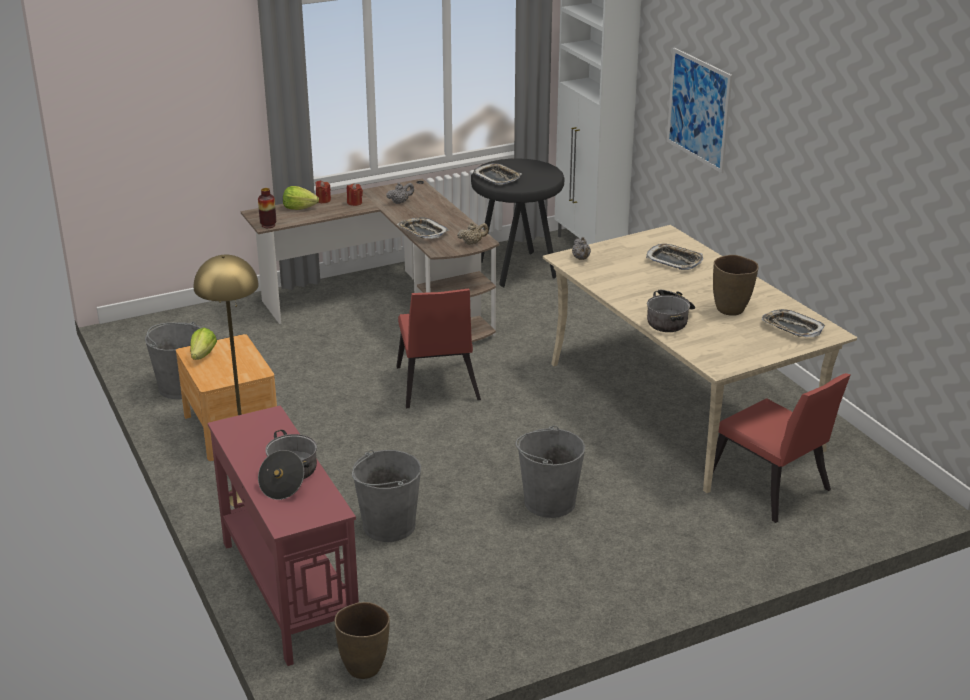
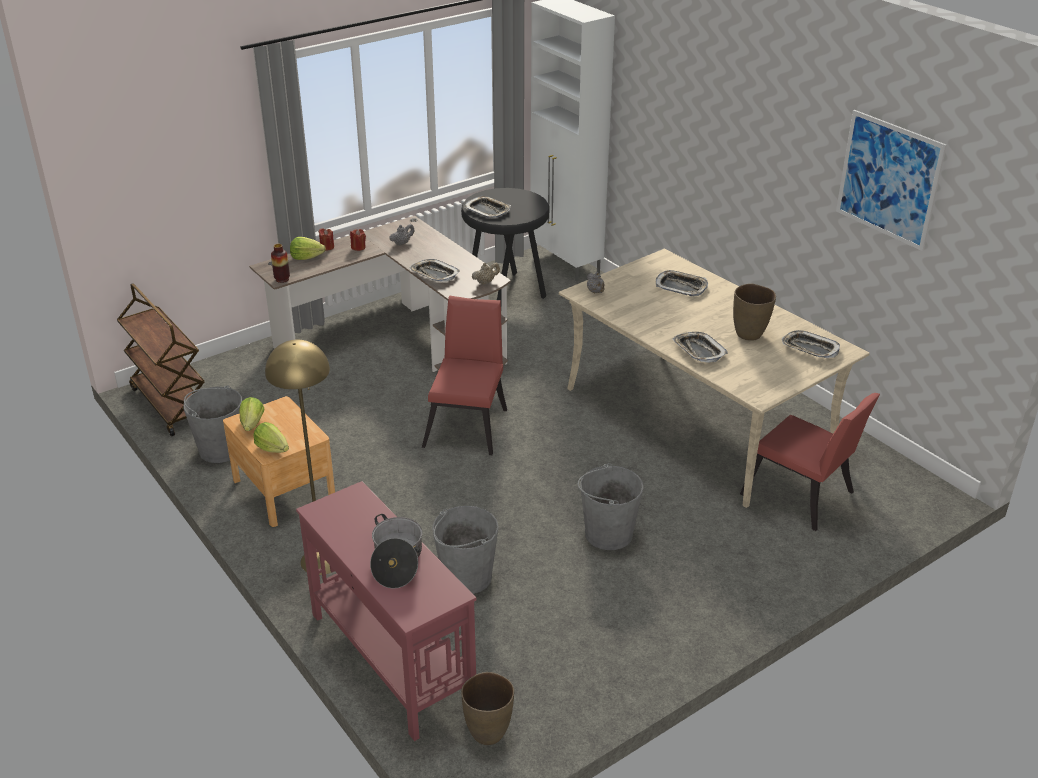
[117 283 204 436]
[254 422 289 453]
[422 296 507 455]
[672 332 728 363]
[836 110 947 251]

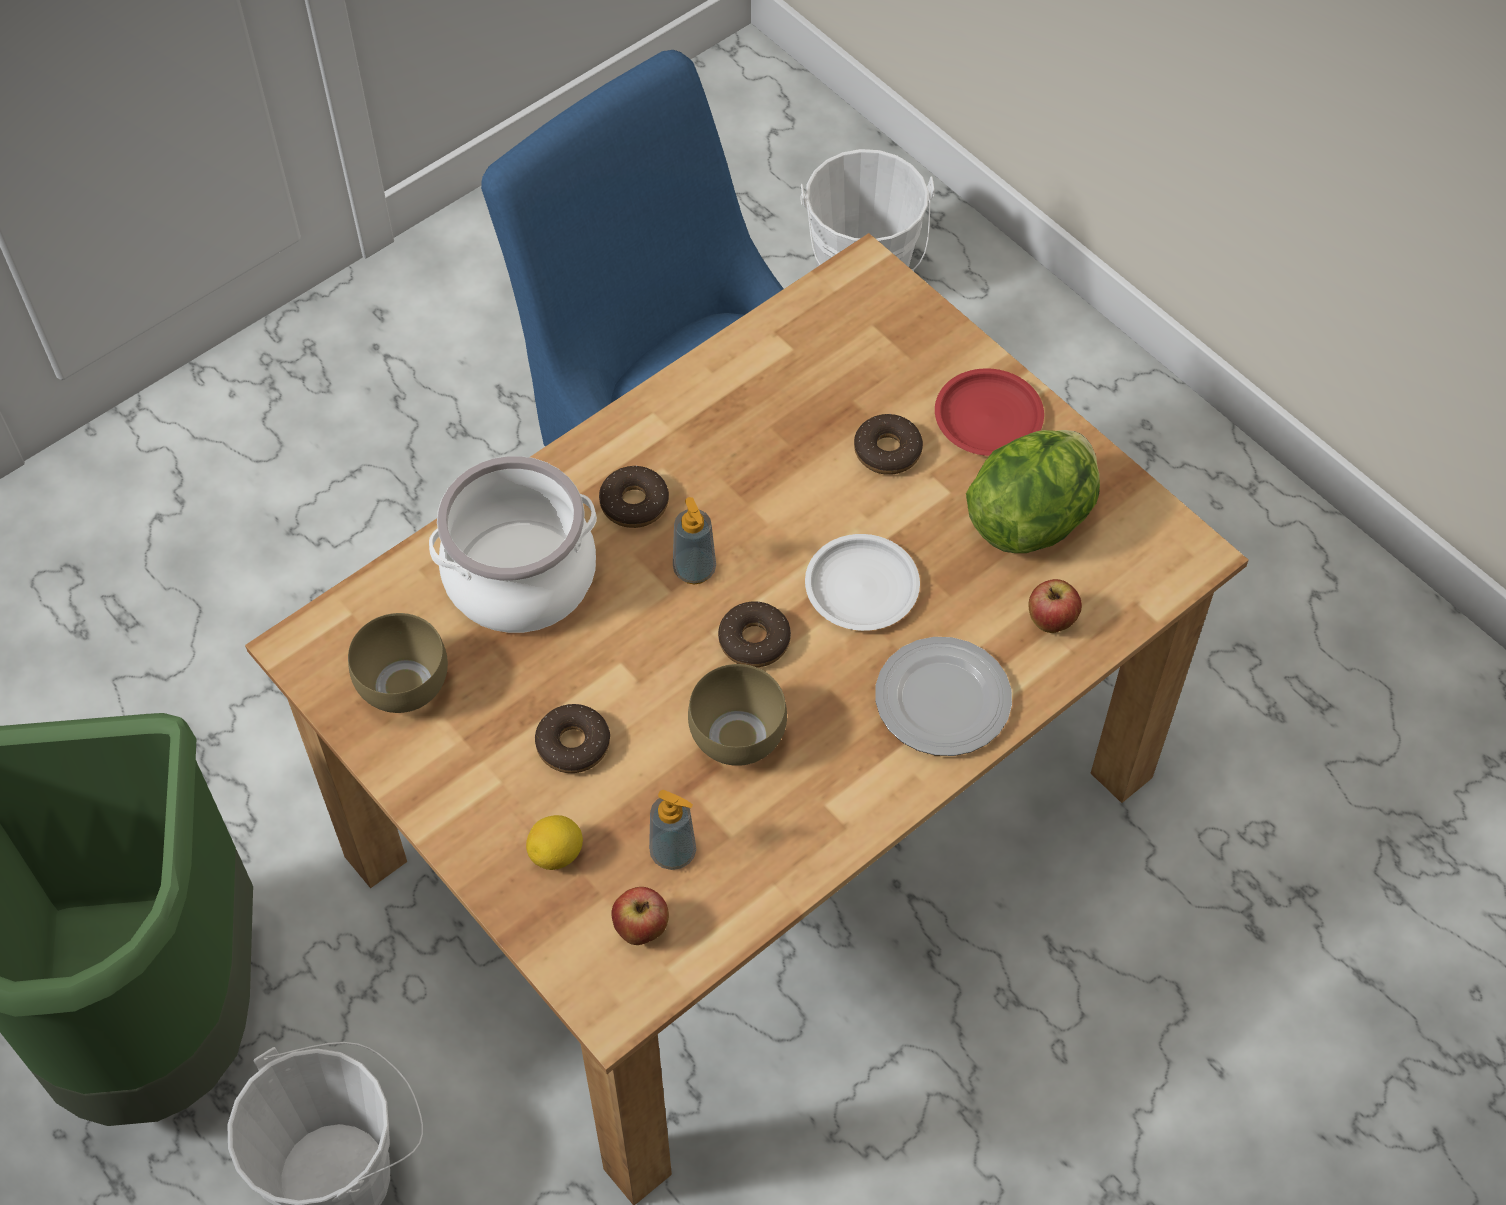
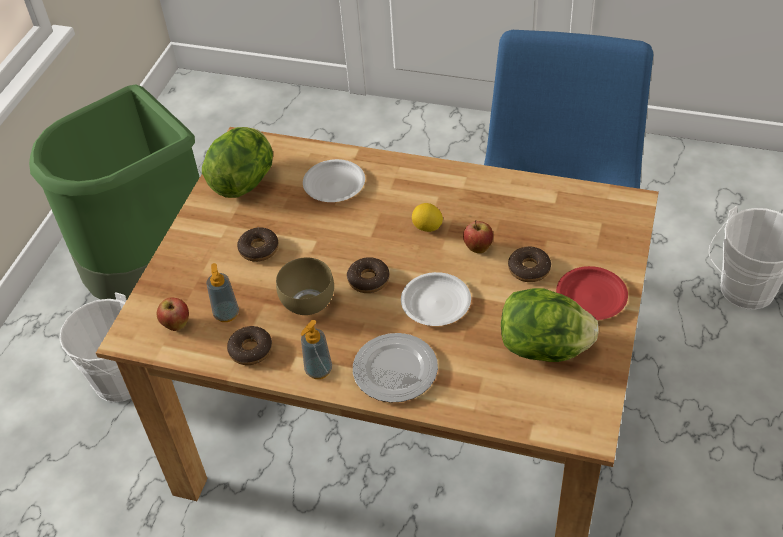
[202 127 273 198]
[227 326 272 365]
[300 320 332 379]
[303 159 365 202]
[412 203 443 232]
[463 220 493 253]

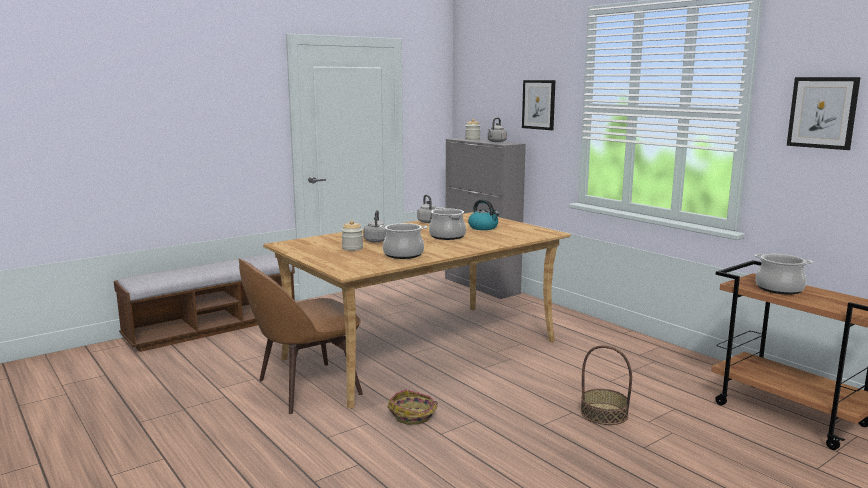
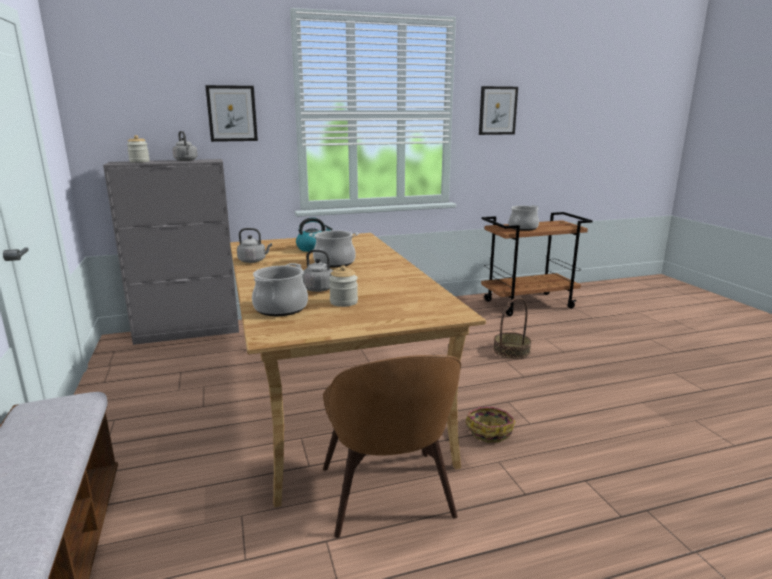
[252 263 308 316]

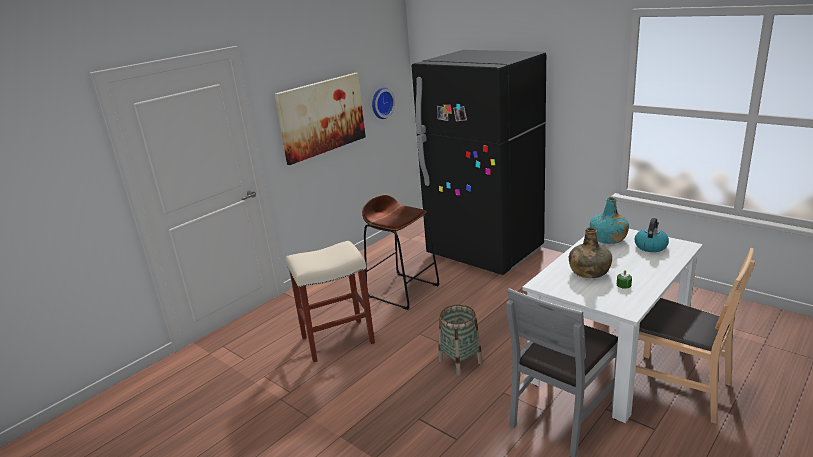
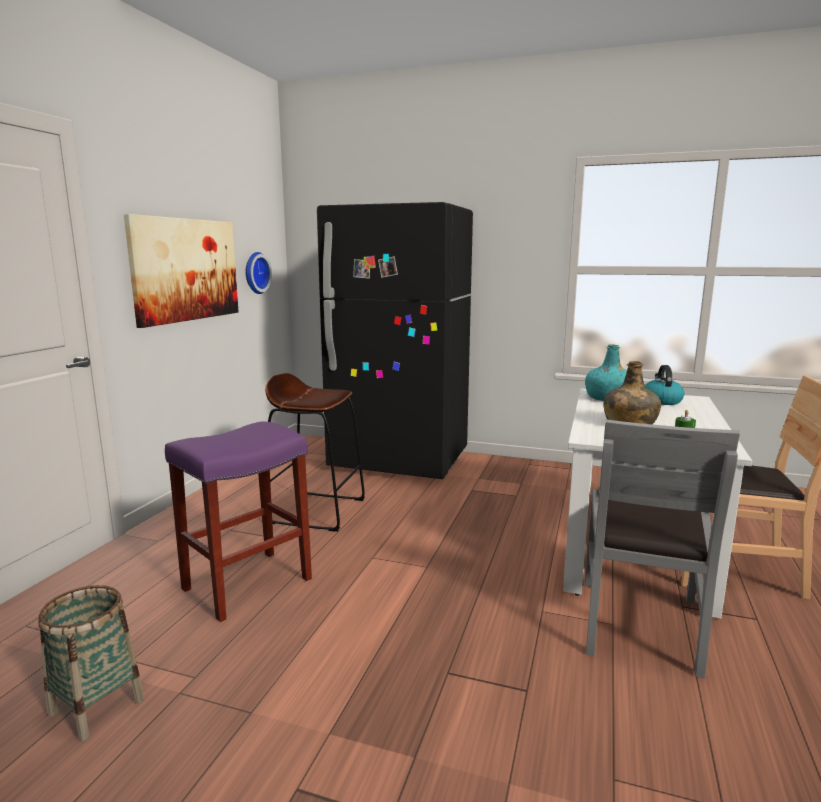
[38 585 144 742]
[165 421 312 622]

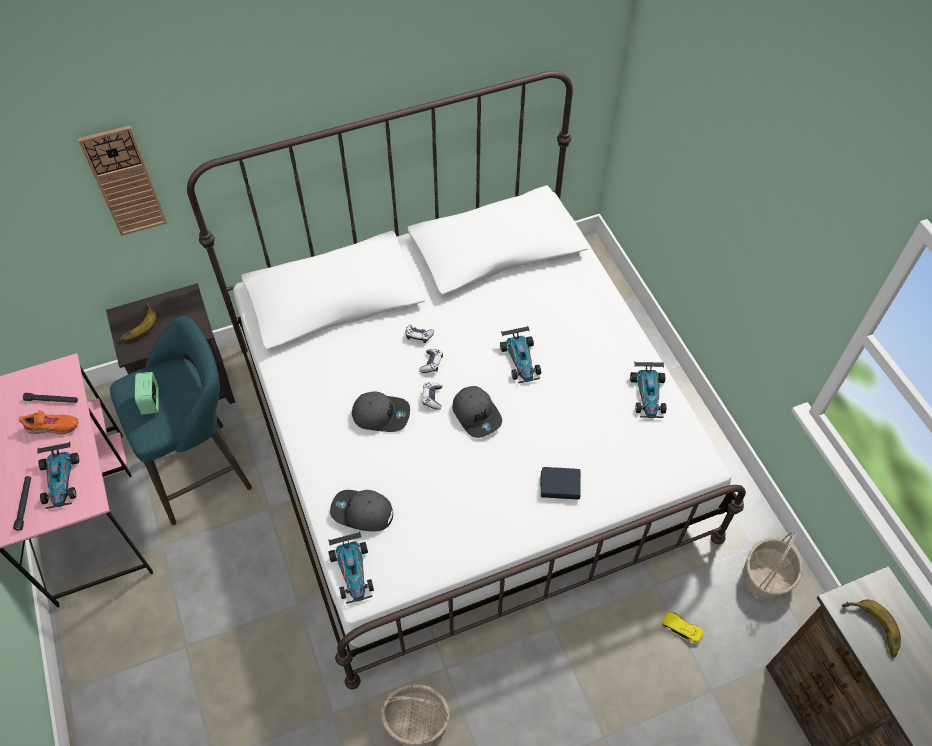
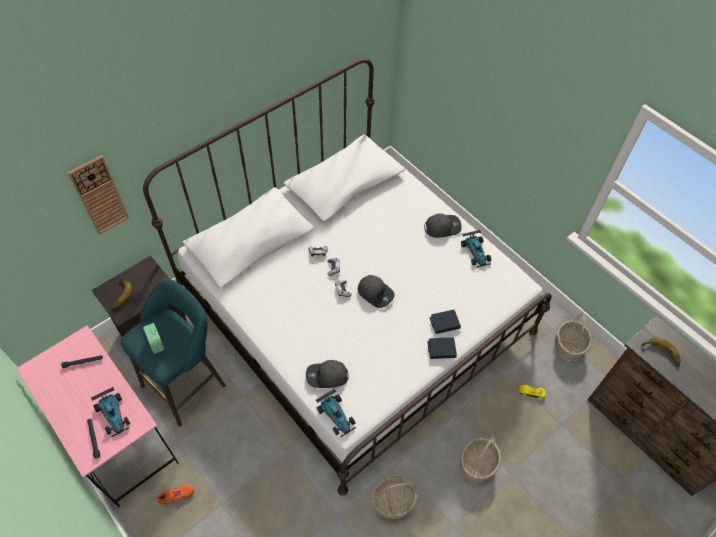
[156 485 194 506]
[424 214 462 238]
[428 337 457 359]
[460 436 501 483]
[500 326 541 383] (first image)

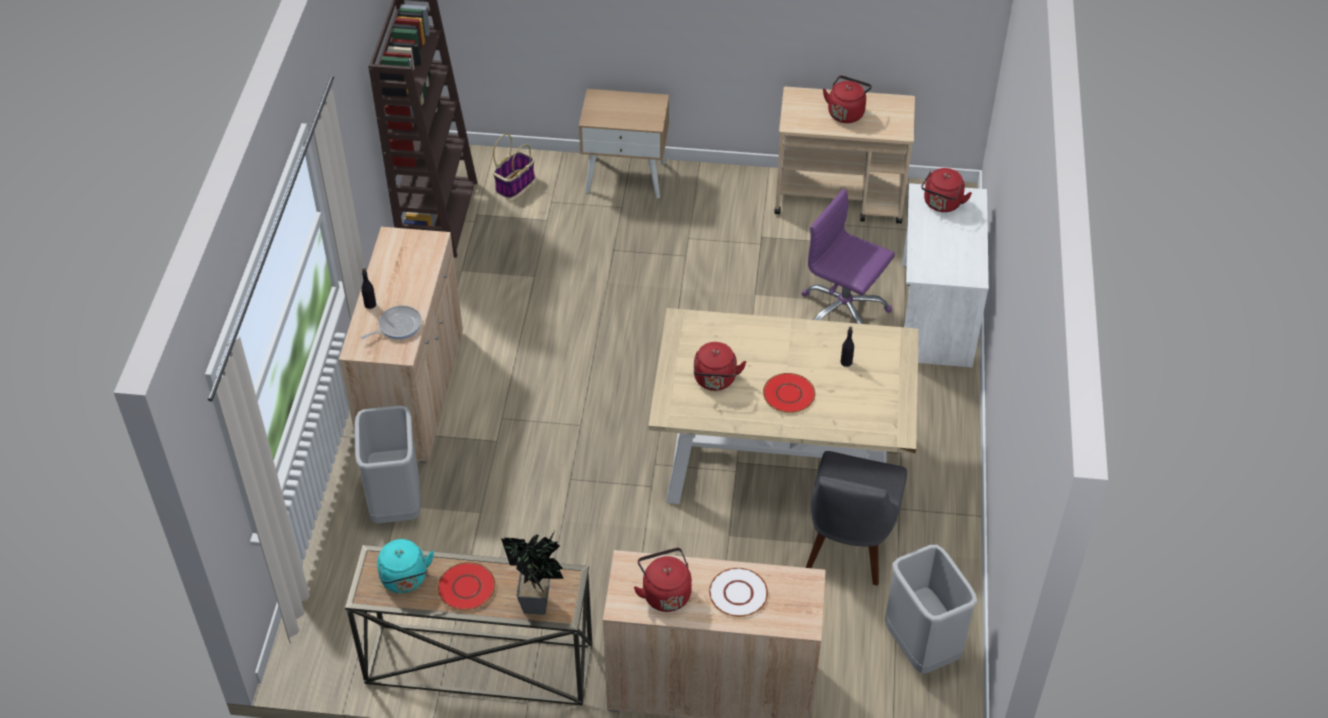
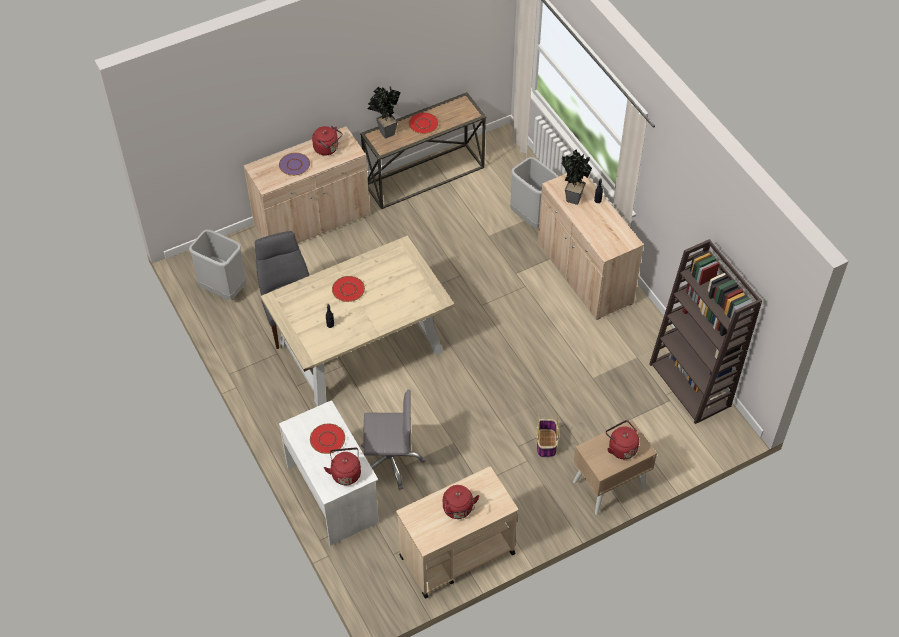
[279 153 310 176]
[310 423 345 454]
[361 389 425 490]
[537 414 559 458]
[562 149 592 205]
[605 420 639 459]
[377 539 434 593] (first image)

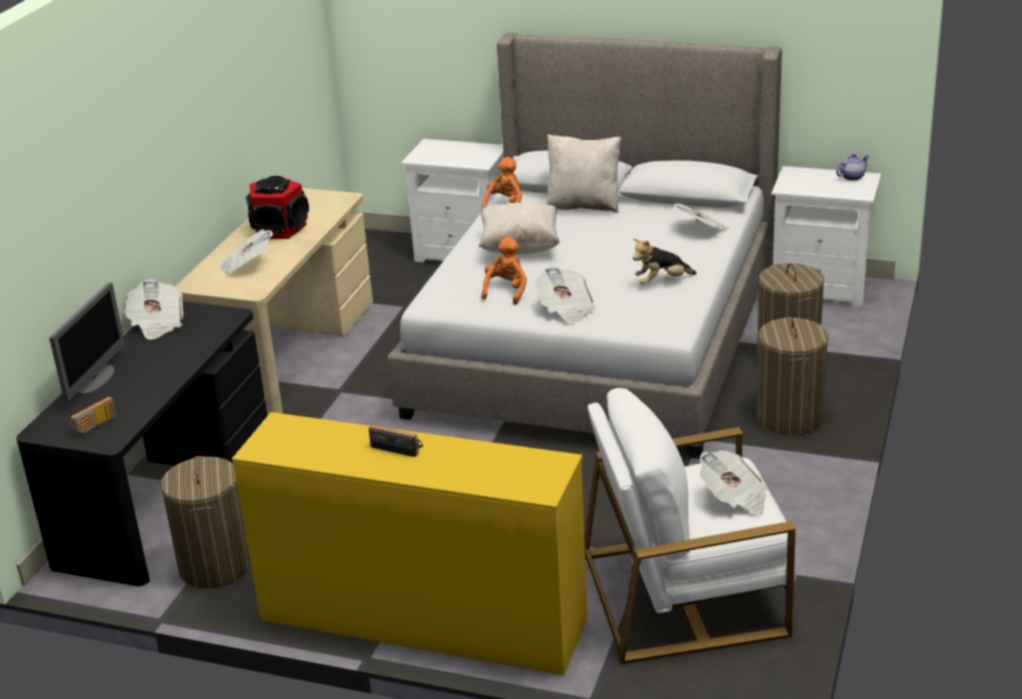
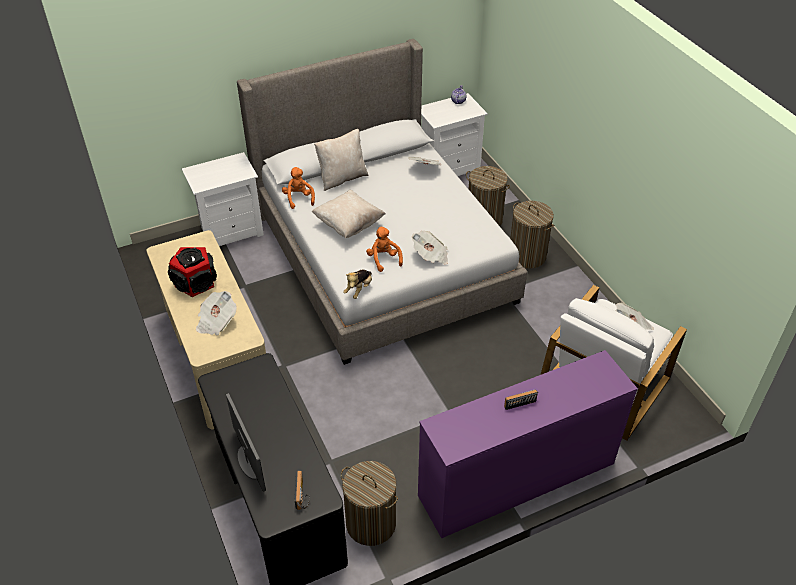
[343 270 372 299]
[418 350 638 538]
[124 279 183 340] (first image)

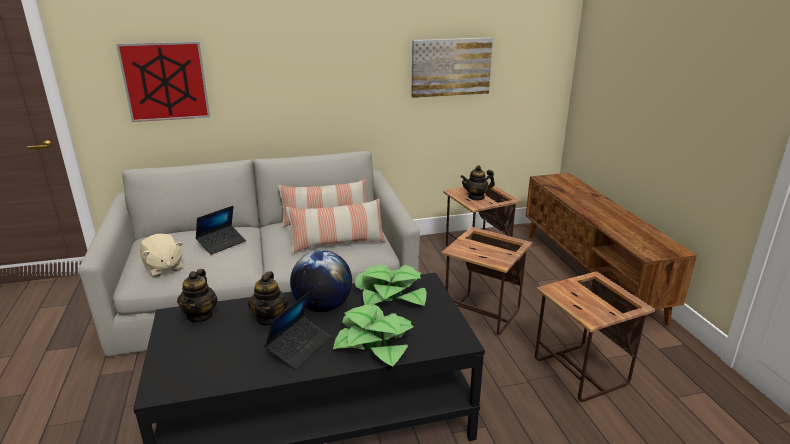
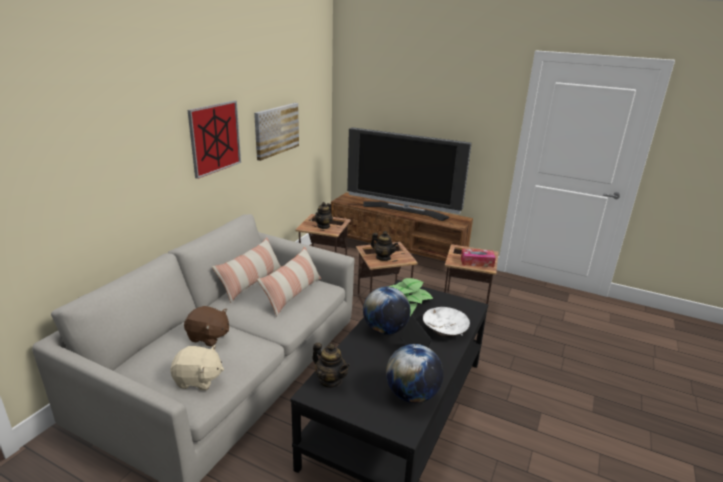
[184 306 229 347]
[188 100 241 179]
[347 127 472 221]
[371 231 398 261]
[386 344 443 403]
[423 307 470 337]
[461 249 496 267]

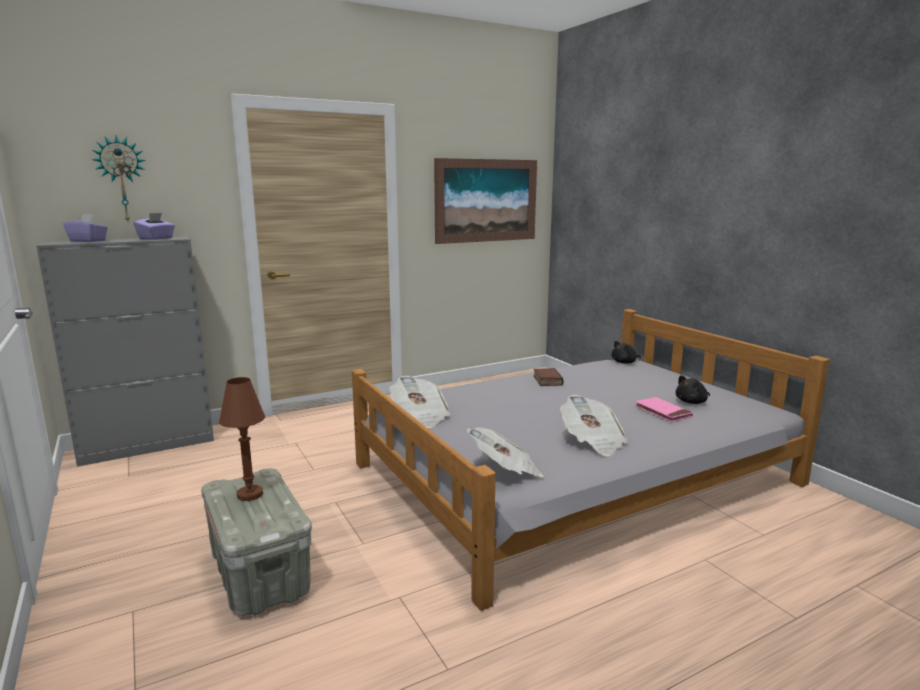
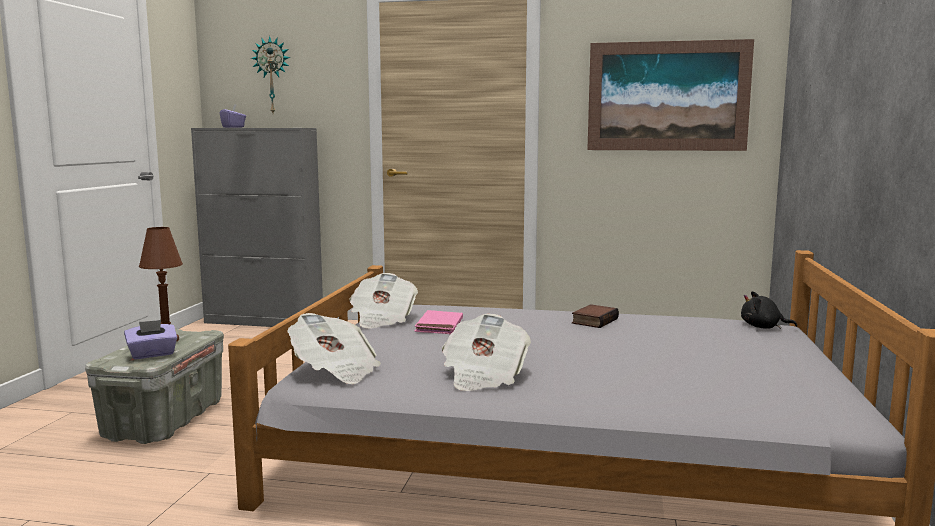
[124 320 177 359]
[415 310 463 334]
[676 375 710 404] (first image)

